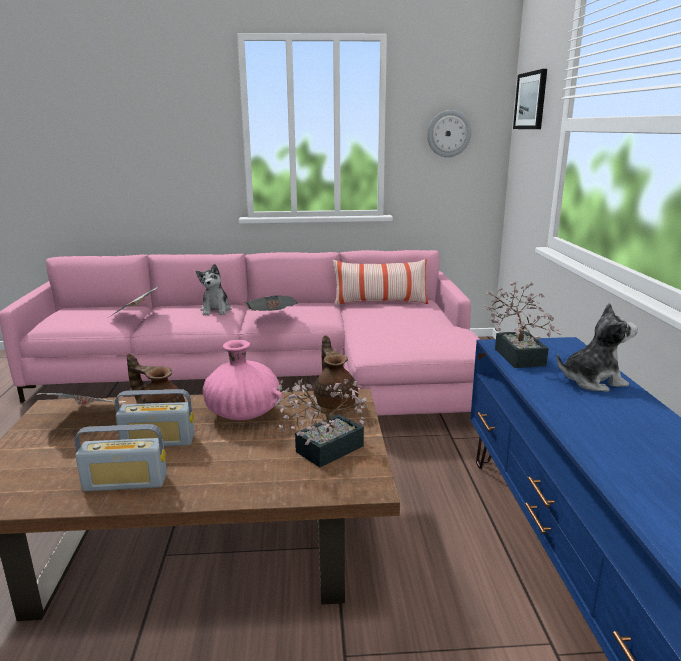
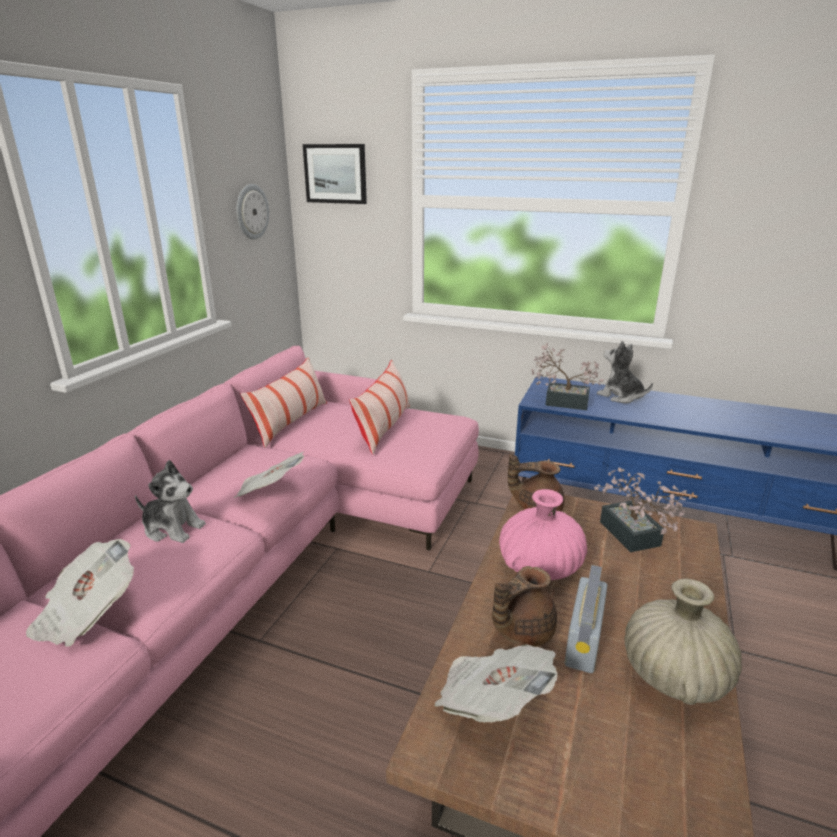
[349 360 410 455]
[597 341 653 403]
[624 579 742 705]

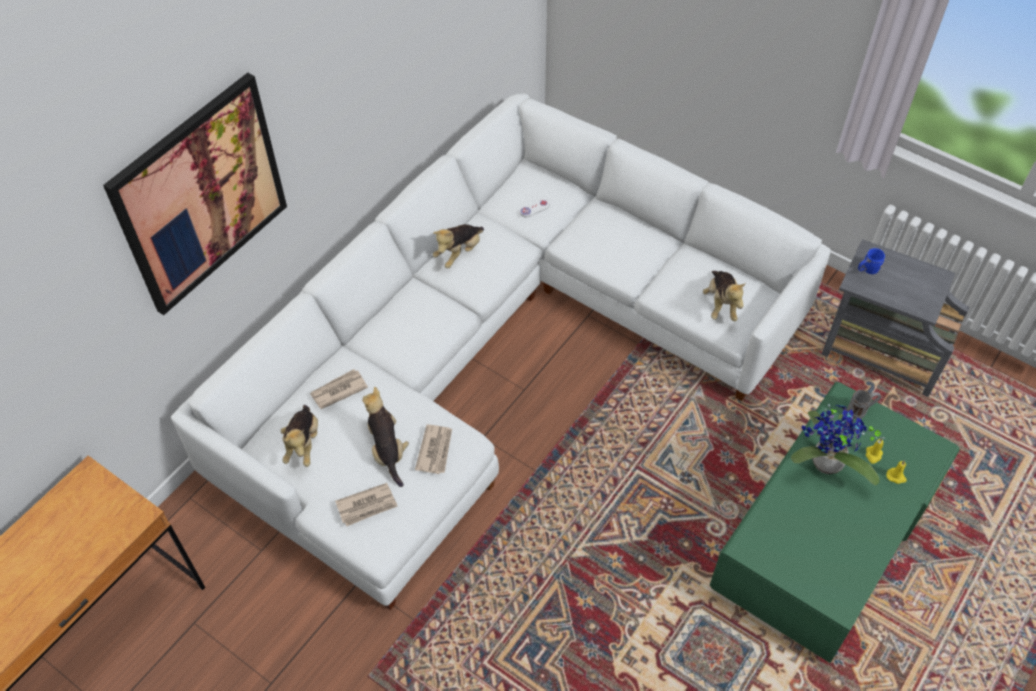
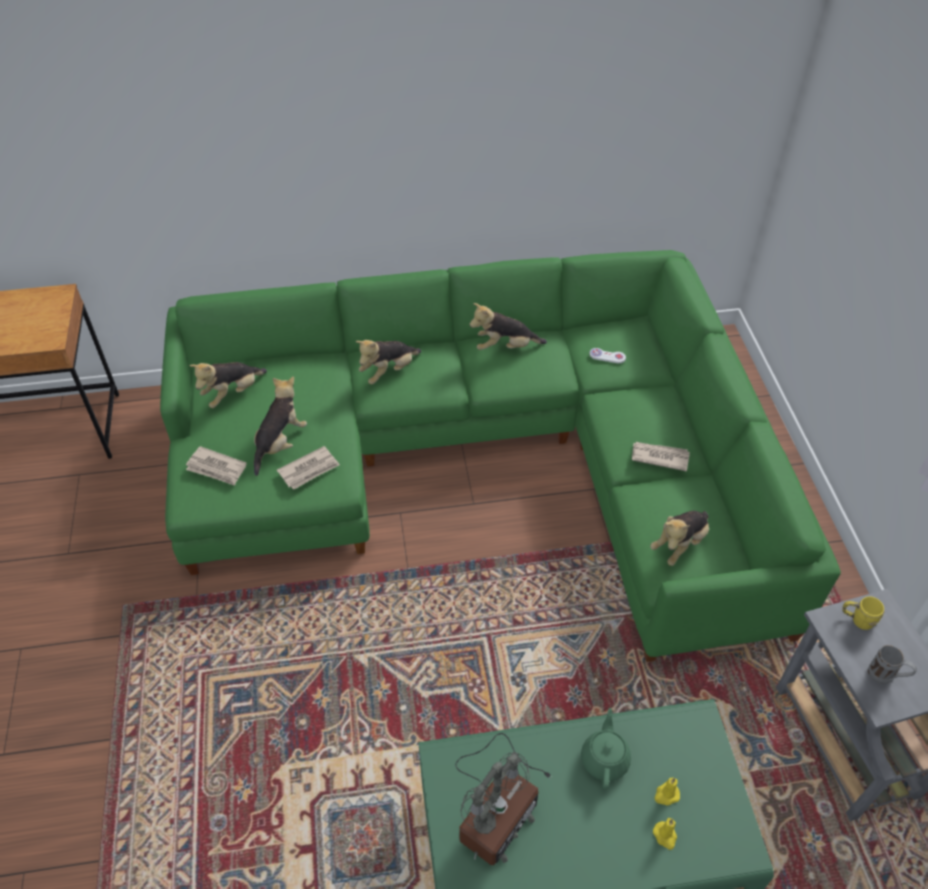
[160 250 841 662]
[356 340 421 384]
[455 733 550 865]
[581 708 631 789]
[632 442 690 472]
[842 596 885 630]
[868 645 917 684]
[103 73 287 315] (first image)

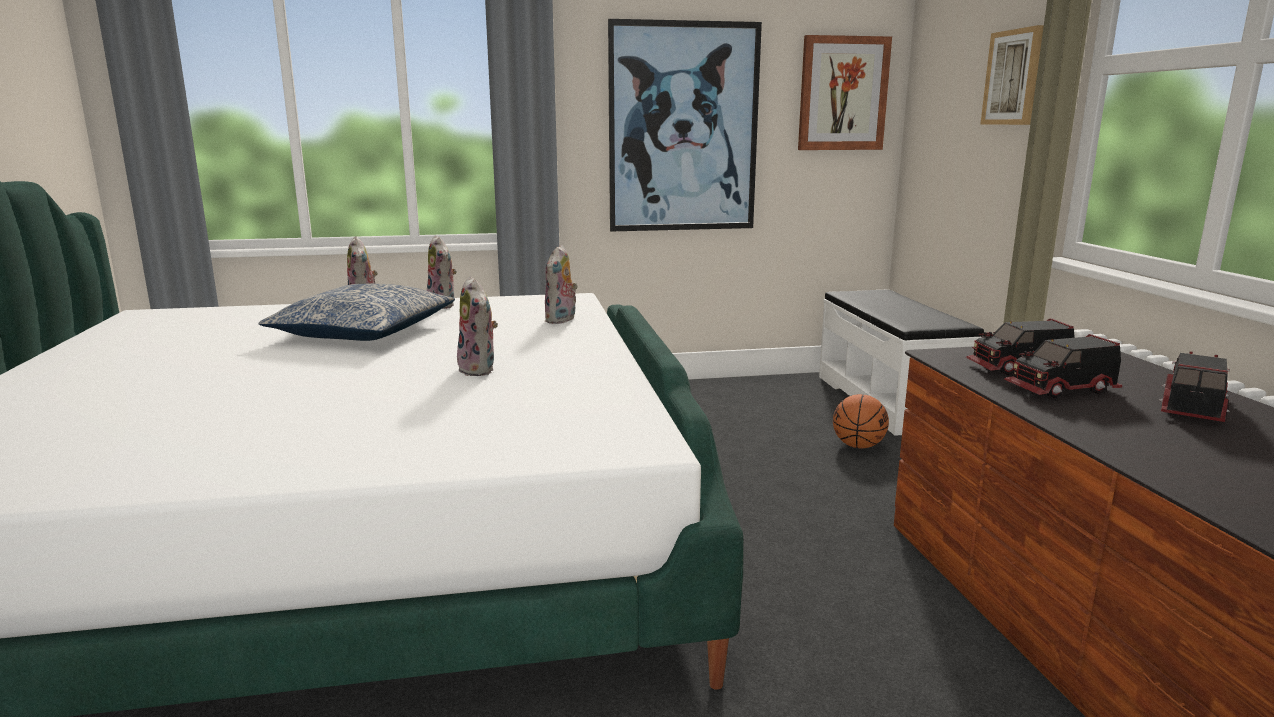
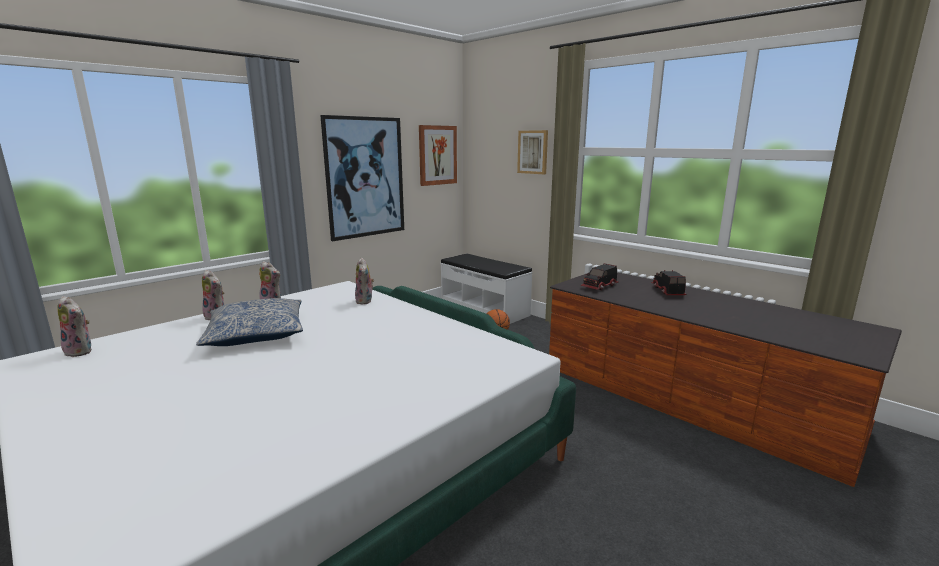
[57 296 92 357]
[1004 334 1122 398] (first image)

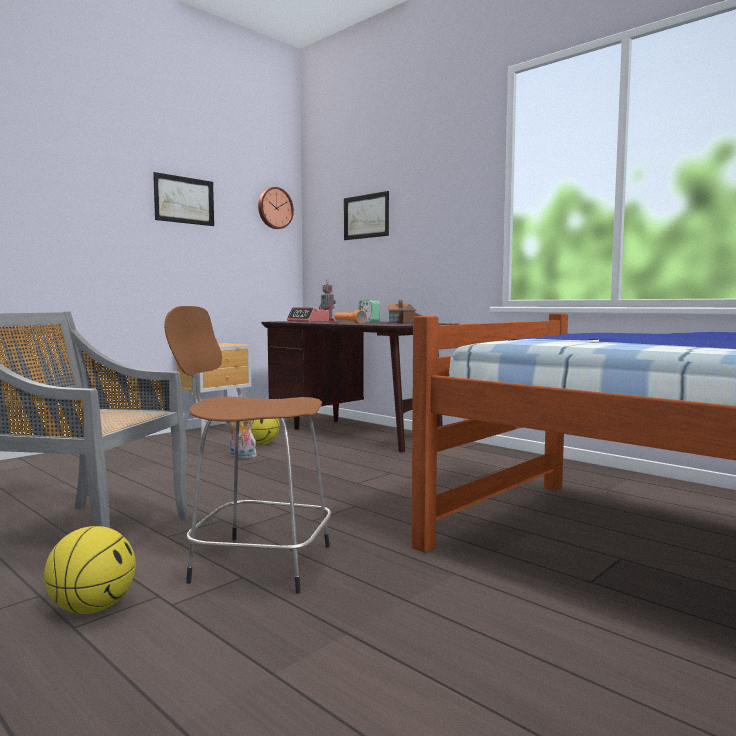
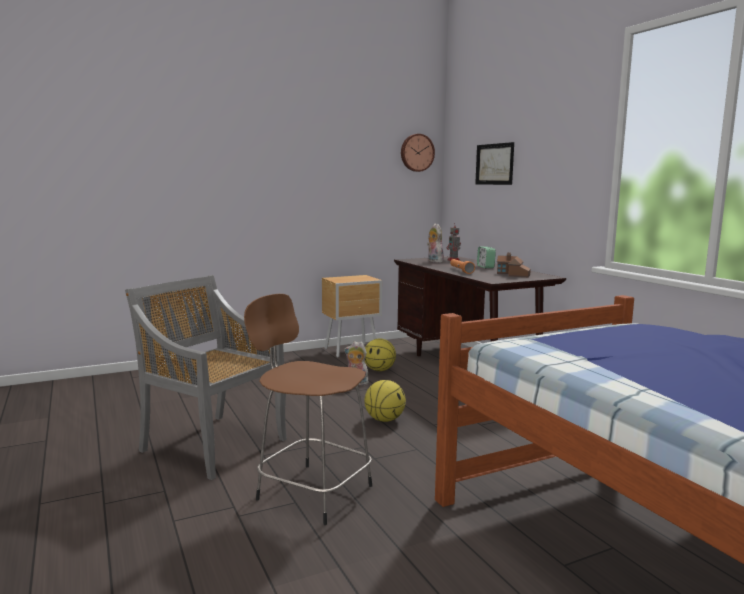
[364 380 406 422]
[427 224 444 263]
[153 172 214 226] (first image)

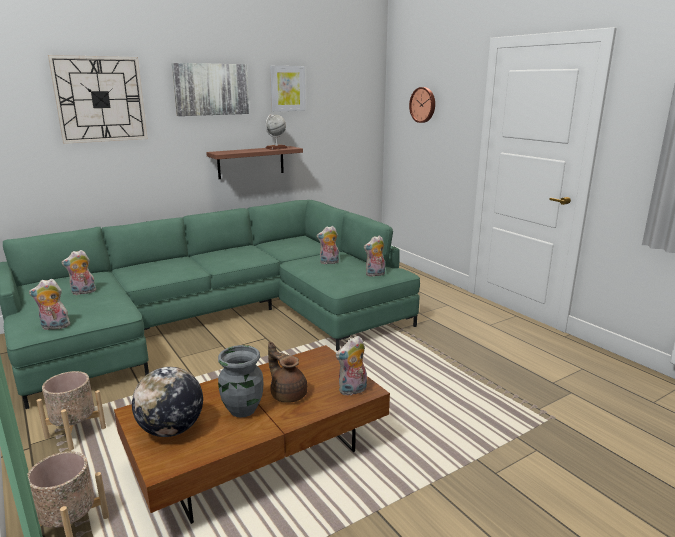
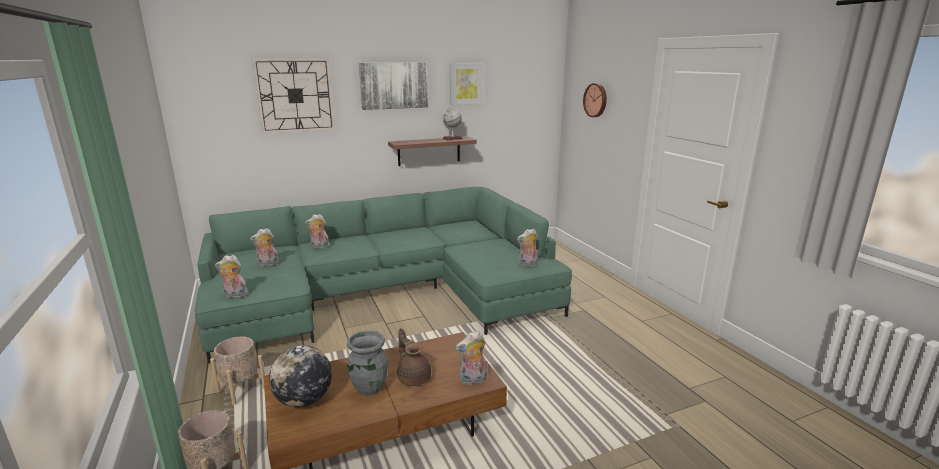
[305 214 330 249]

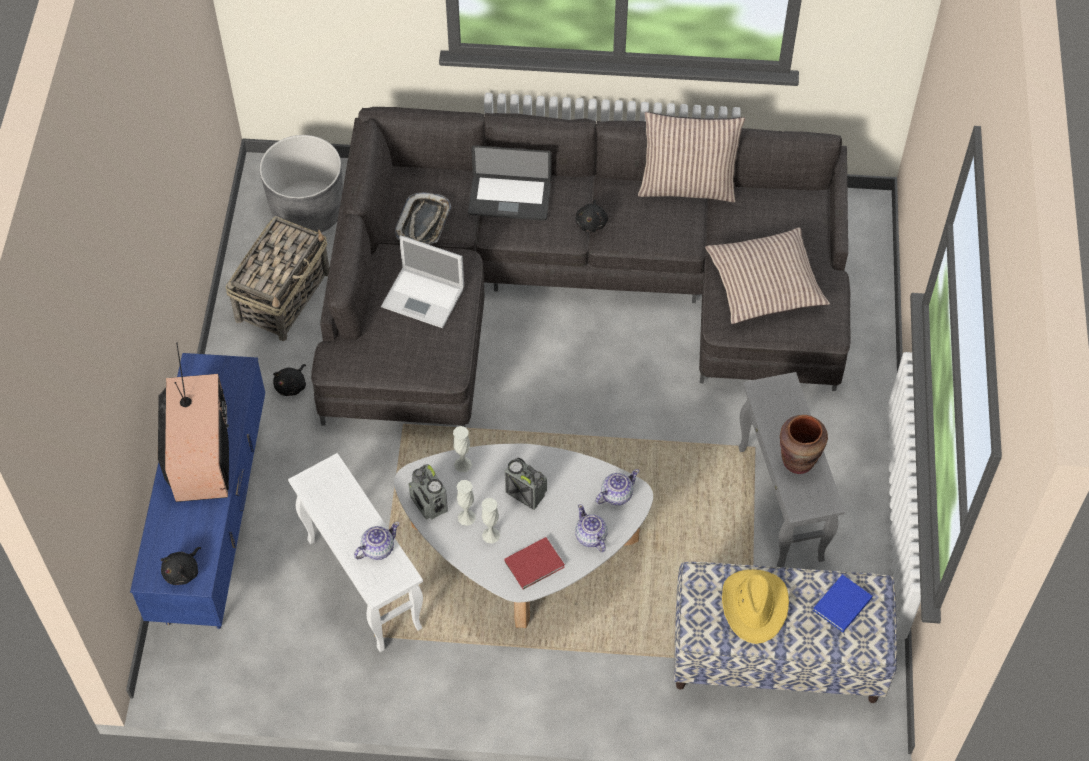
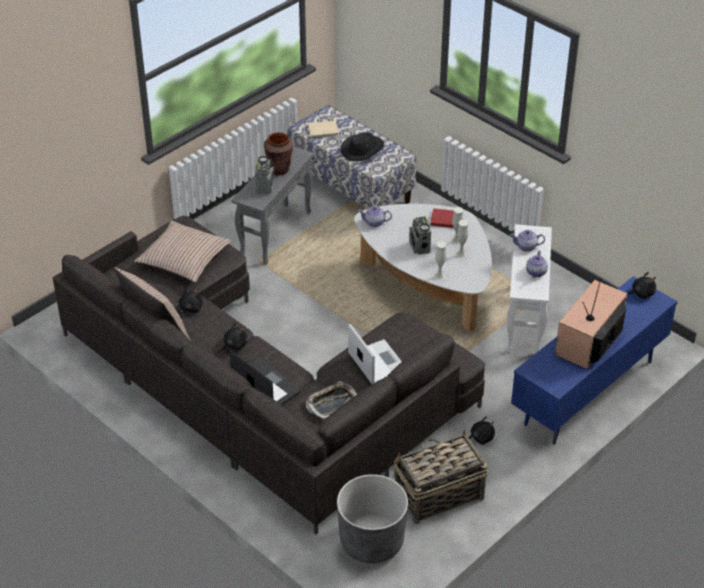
[178 287 203 318]
[255 156 275 194]
[308 121 339 139]
[340 132 384 162]
[526 251 548 278]

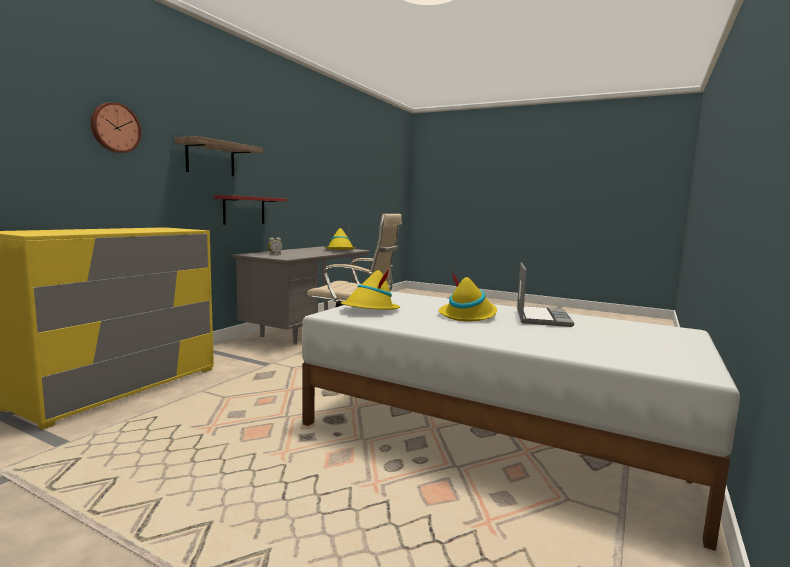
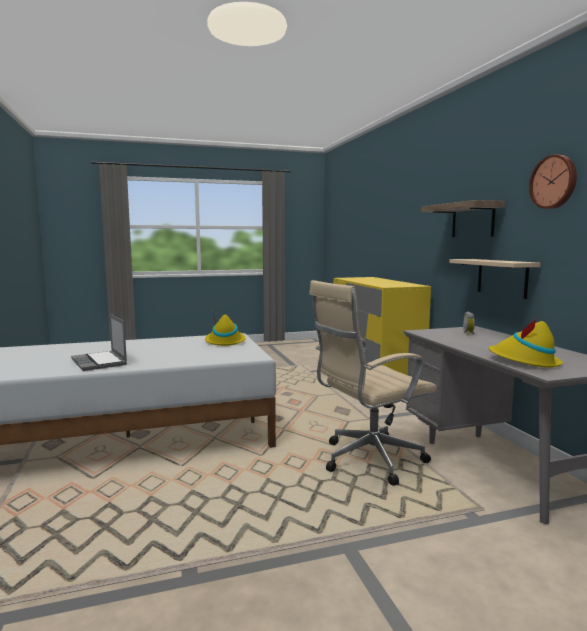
[449 259 540 299]
[529 154 577 209]
[439 271 497 321] (first image)

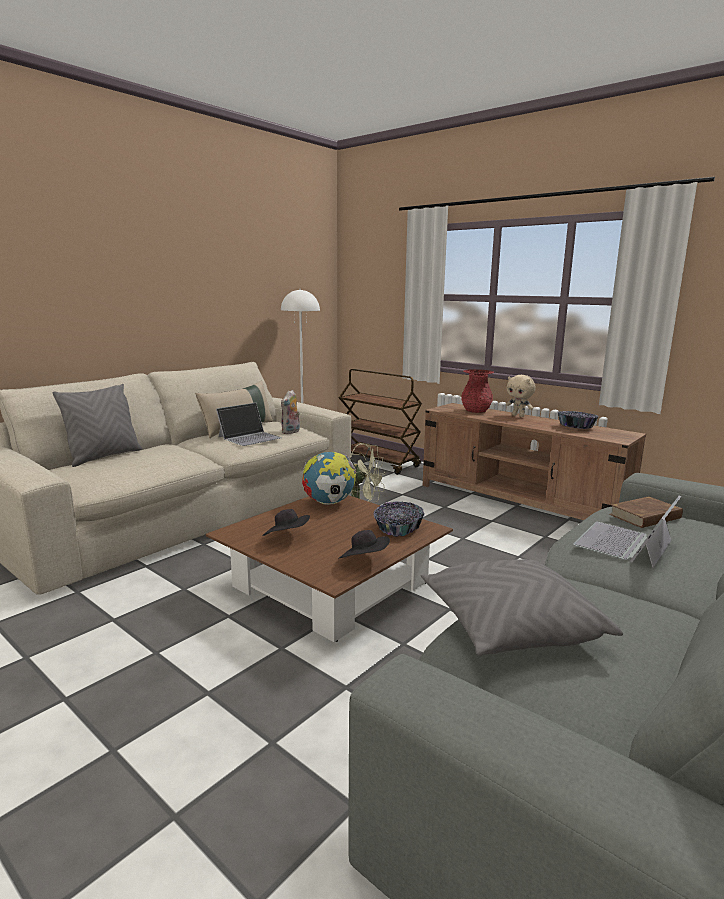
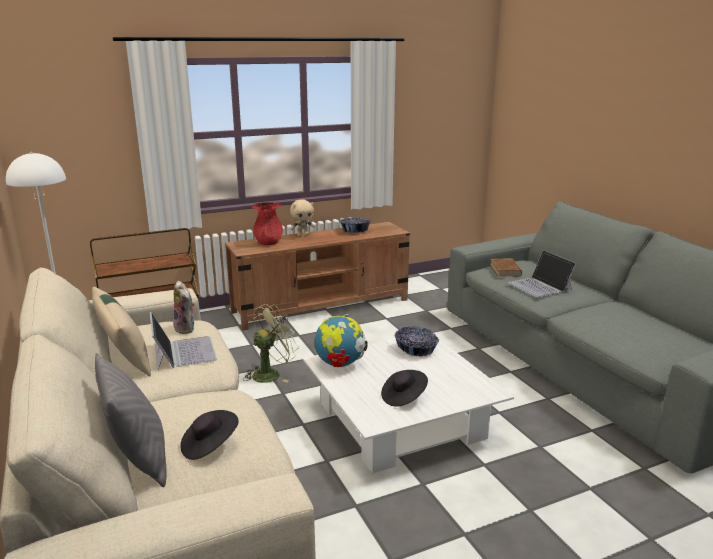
[180 410 239 460]
[303 338 514 474]
[421 559 623 656] (first image)

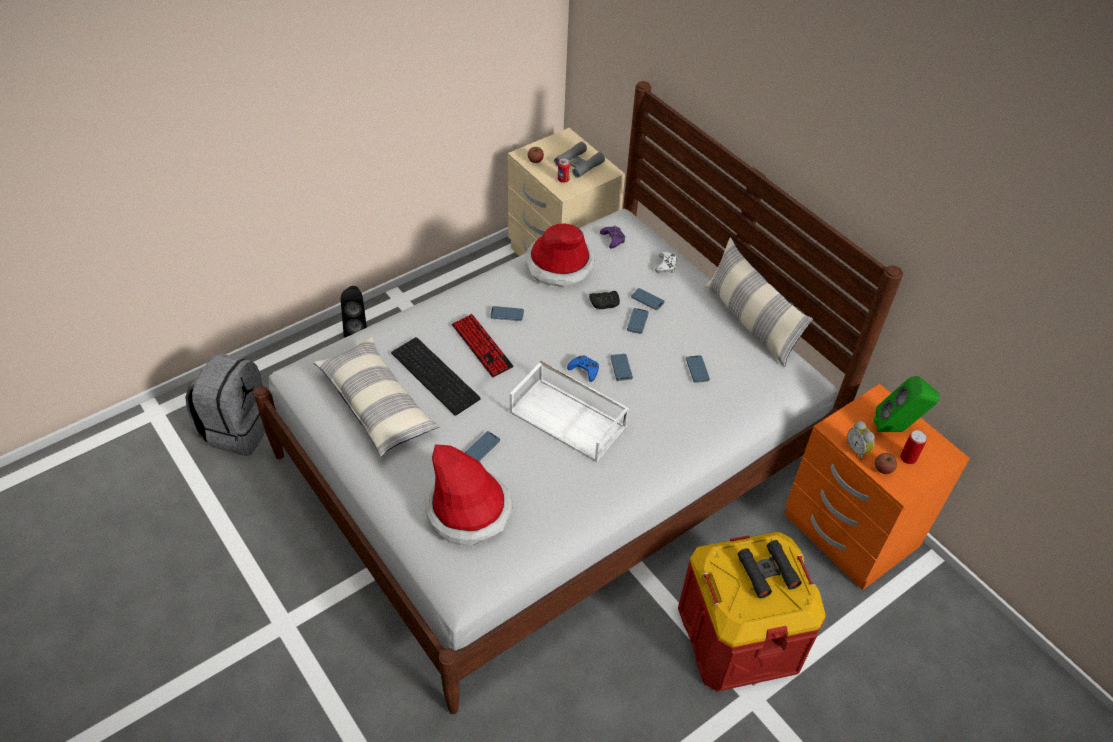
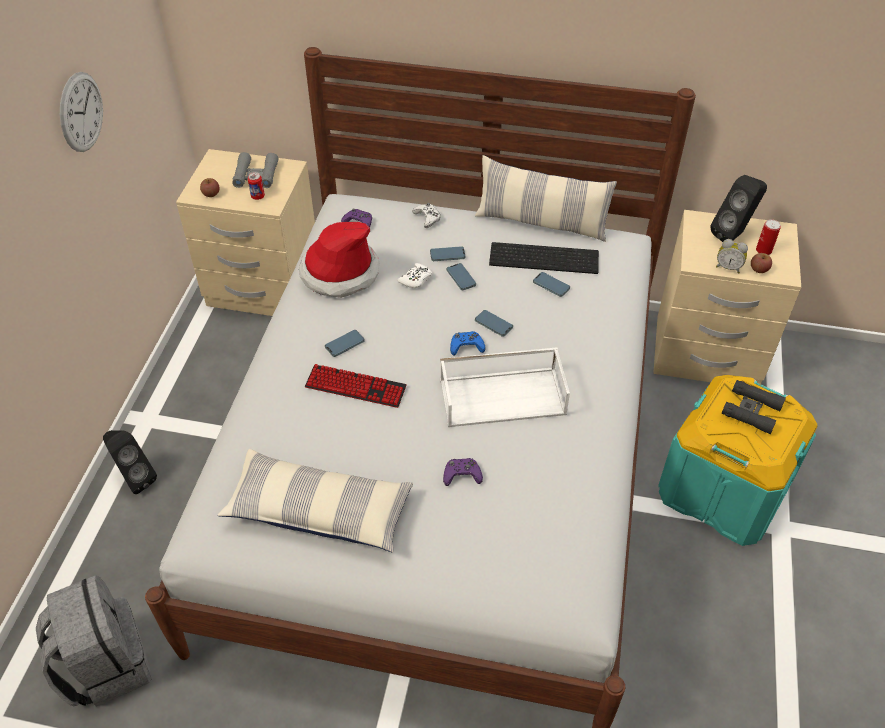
[60 72 103 152]
[398 263 432 288]
[443 458 483 486]
[489 242 599 274]
[653 210 801 384]
[658 375 818 546]
[710 175 767 242]
[425 445 513 546] (first image)

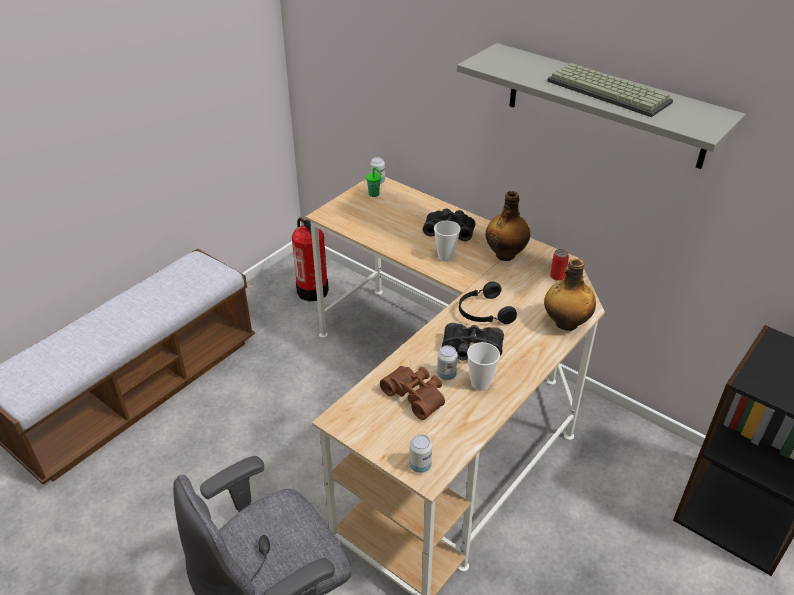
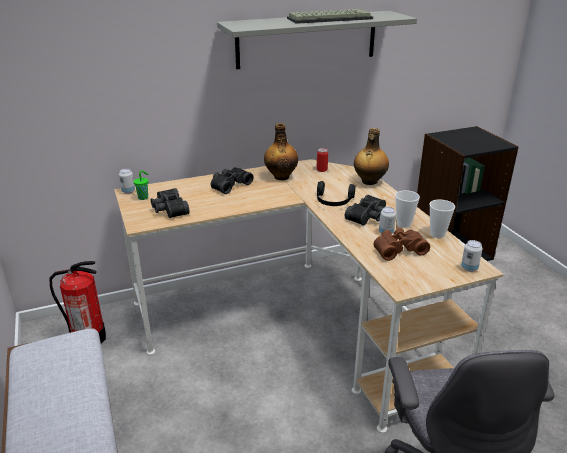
[151 188 190 218]
[429 200 455 238]

